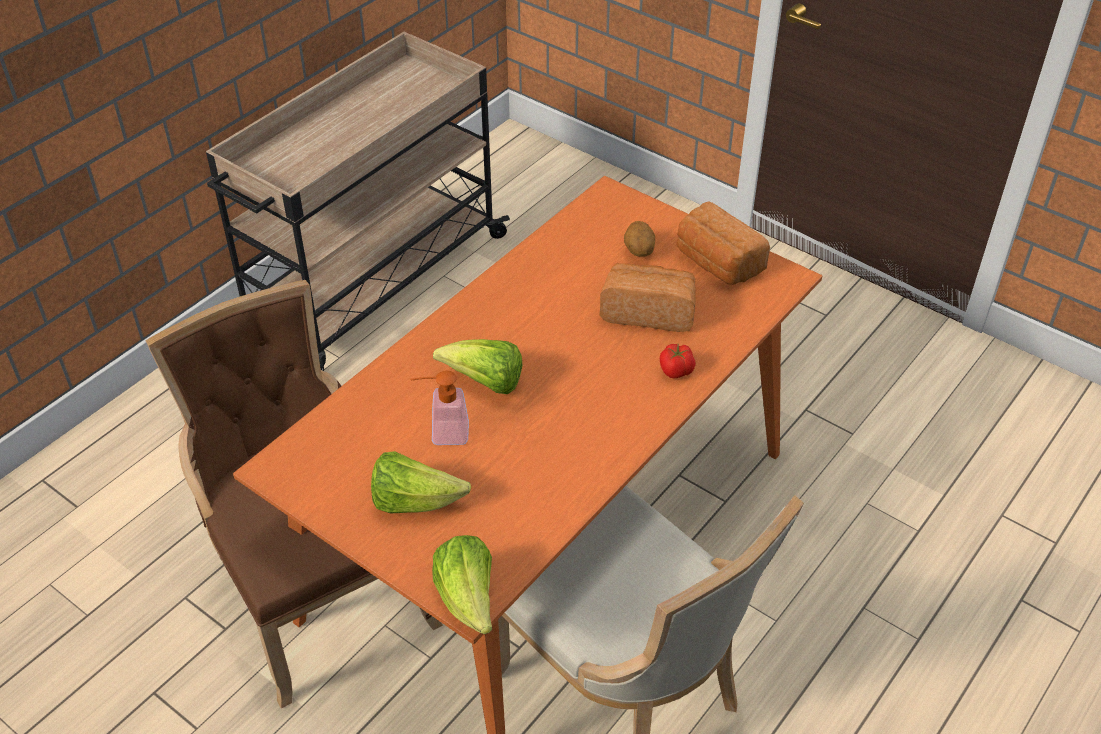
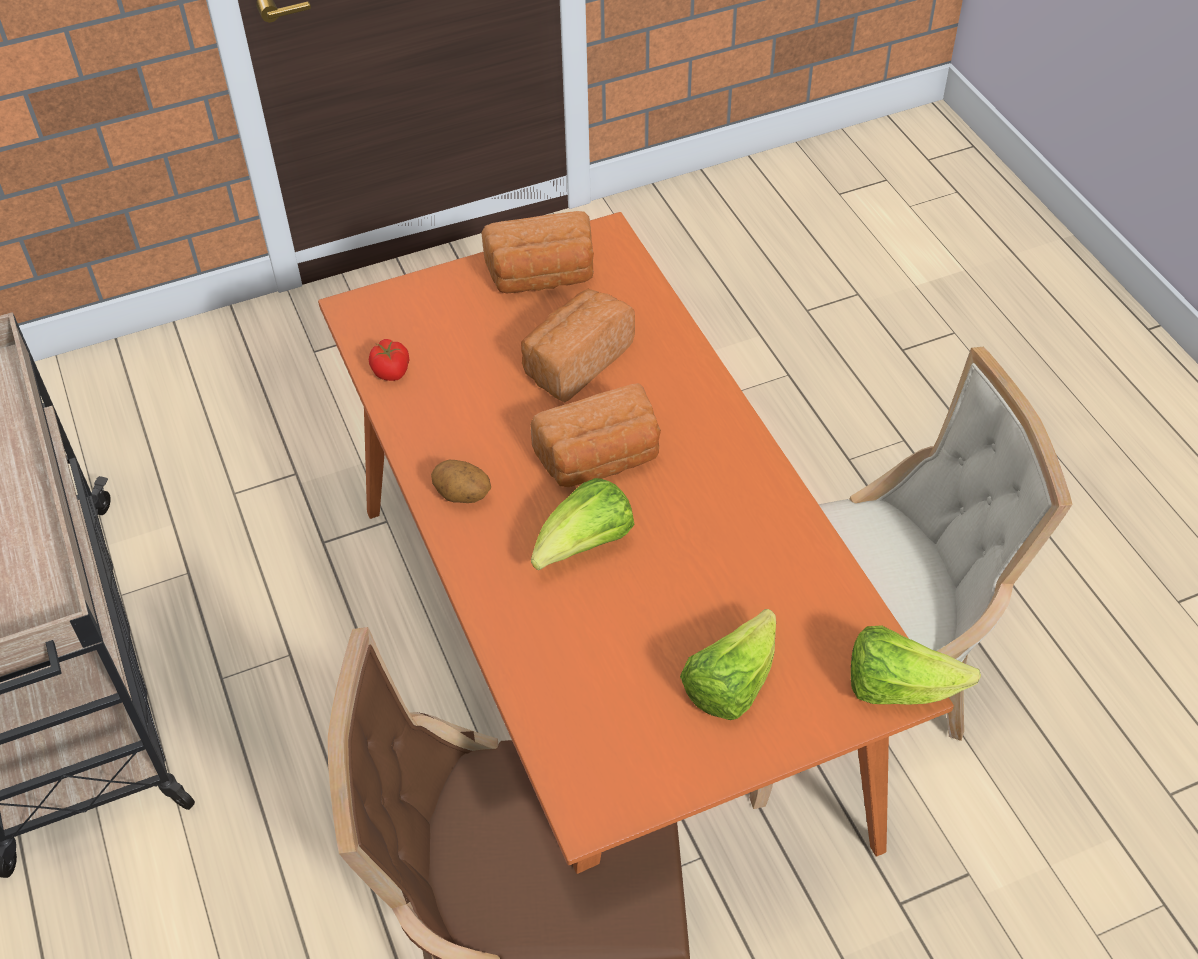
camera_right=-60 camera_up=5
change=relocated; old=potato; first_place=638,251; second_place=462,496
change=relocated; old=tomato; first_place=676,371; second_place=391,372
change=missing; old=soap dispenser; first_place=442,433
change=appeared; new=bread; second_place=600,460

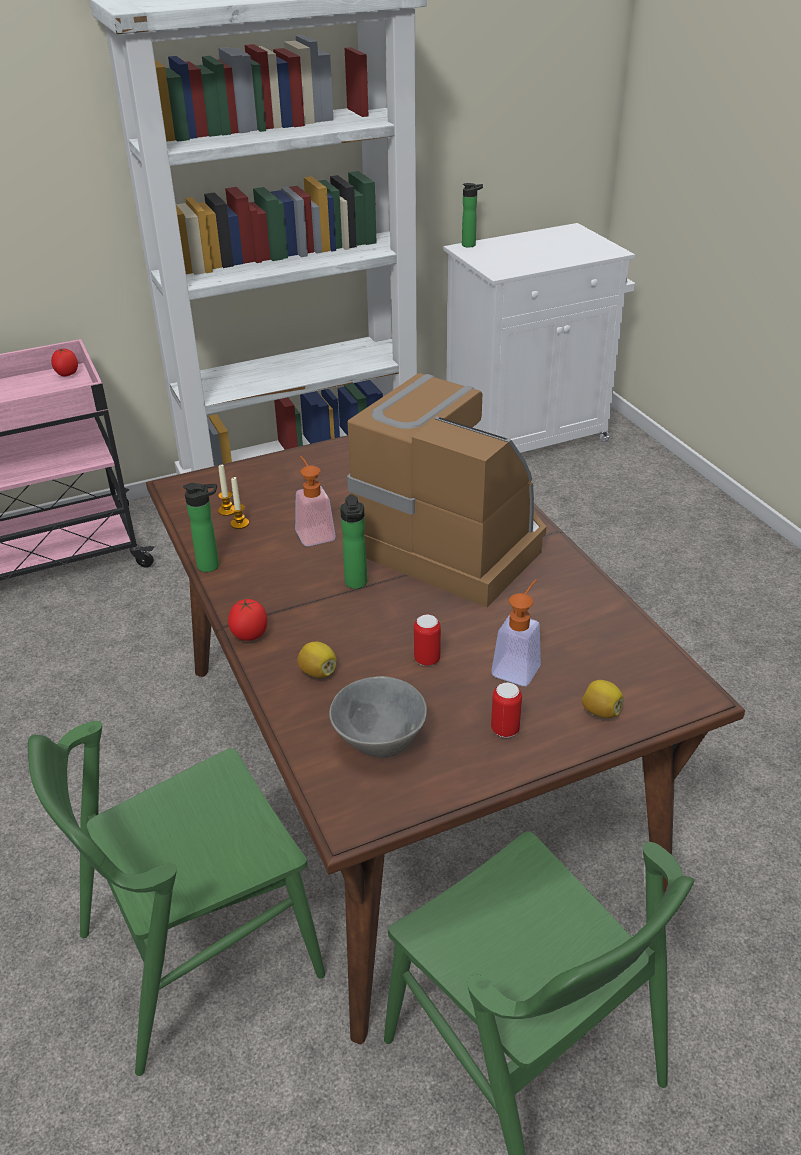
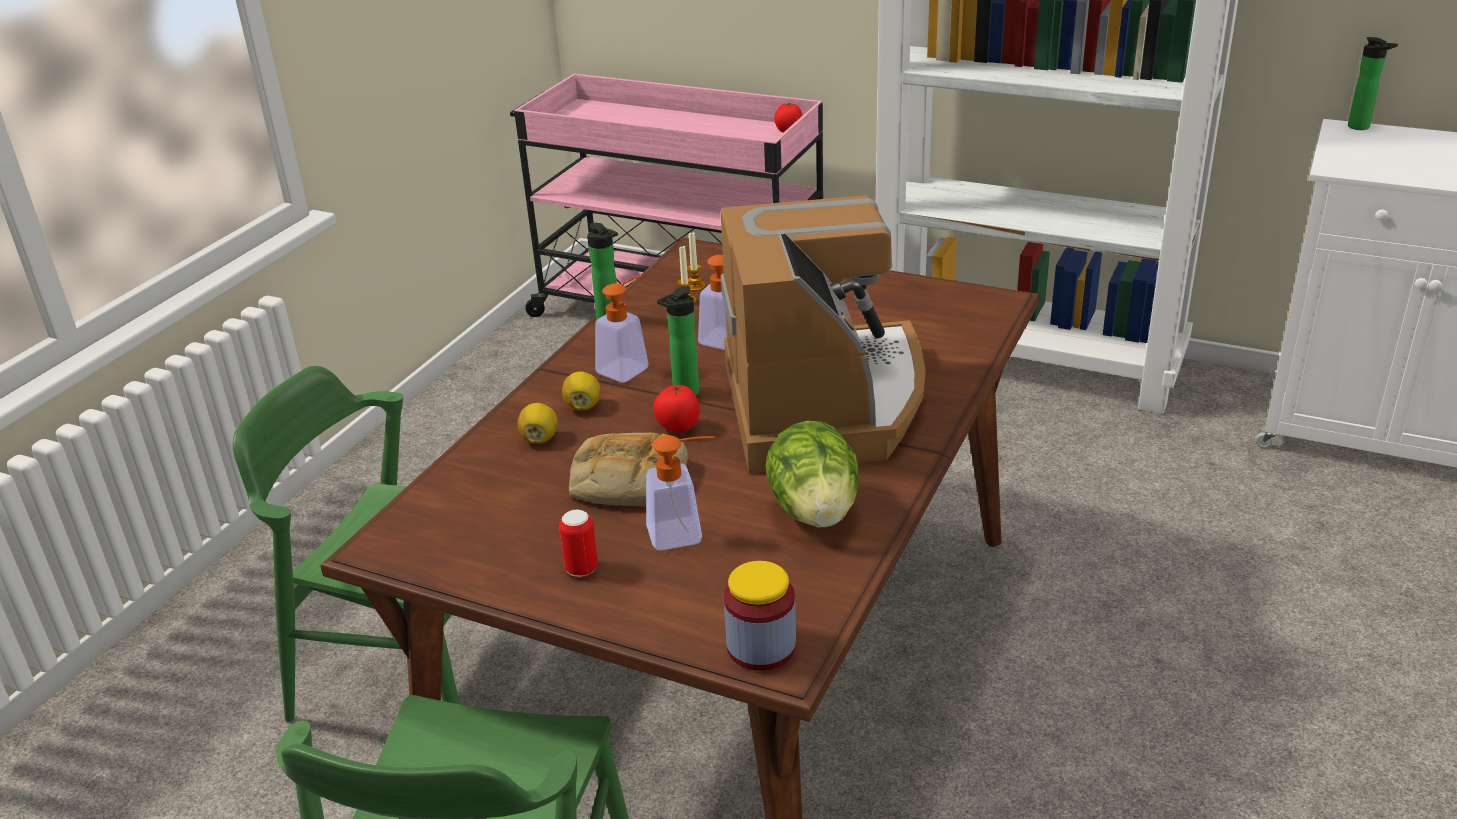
camera_right=50 camera_up=-5
change=relocated; old=tomato; first_place=249,636; second_place=678,428
change=exchanged; old=can; new=bread; first_place=427,659; second_place=626,481
change=missing; old=grey bowl; first_place=380,739
change=relocated; old=lemon; first_place=600,711; second_place=583,406
change=appeared; new=soap dispenser; second_place=628,367
change=appeared; new=lettuce; second_place=815,511
change=appeared; new=jar; second_place=761,647

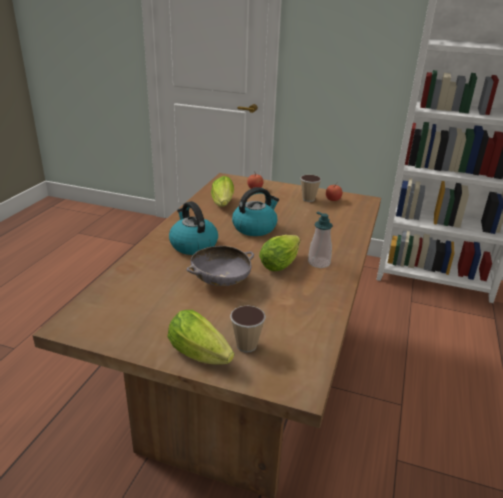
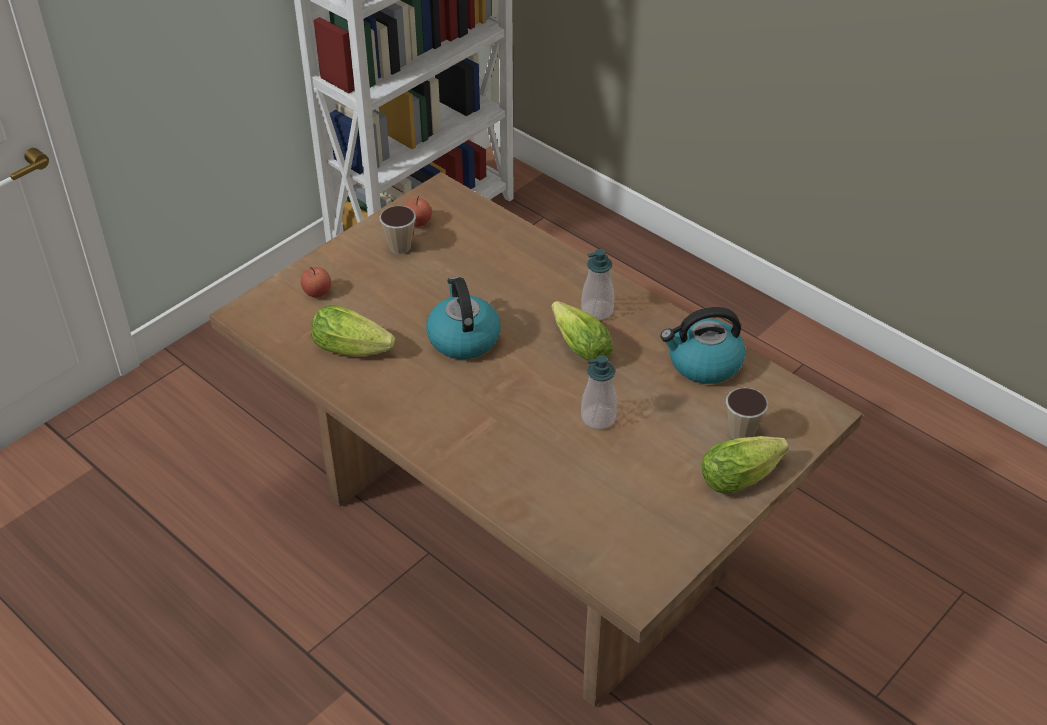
camera_right=-65 camera_up=15
change=relocated; old=kettle; first_place=193,245; second_place=703,363
change=exchanged; old=grey bowl; new=soap dispenser; first_place=221,281; second_place=598,418

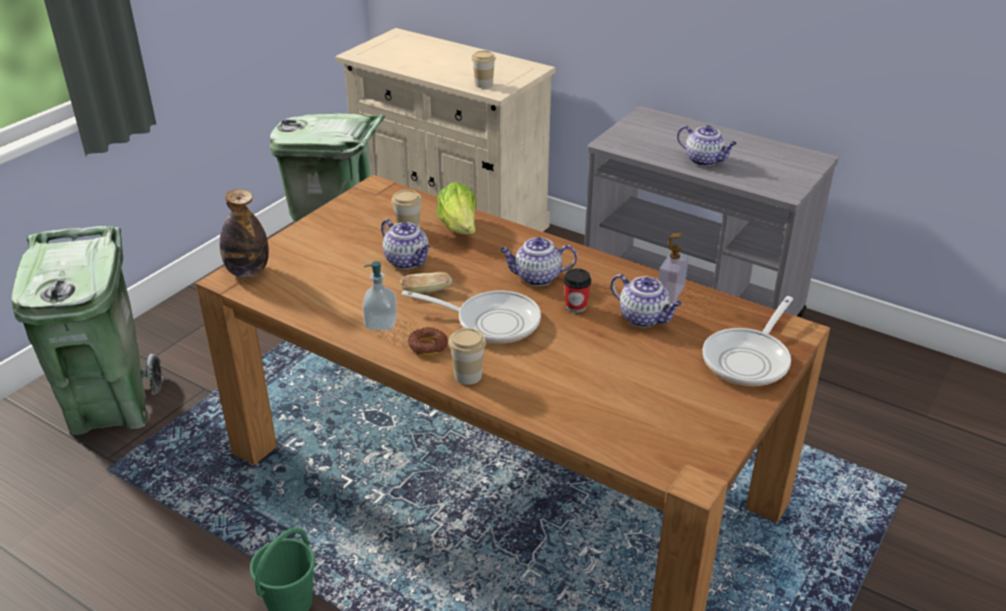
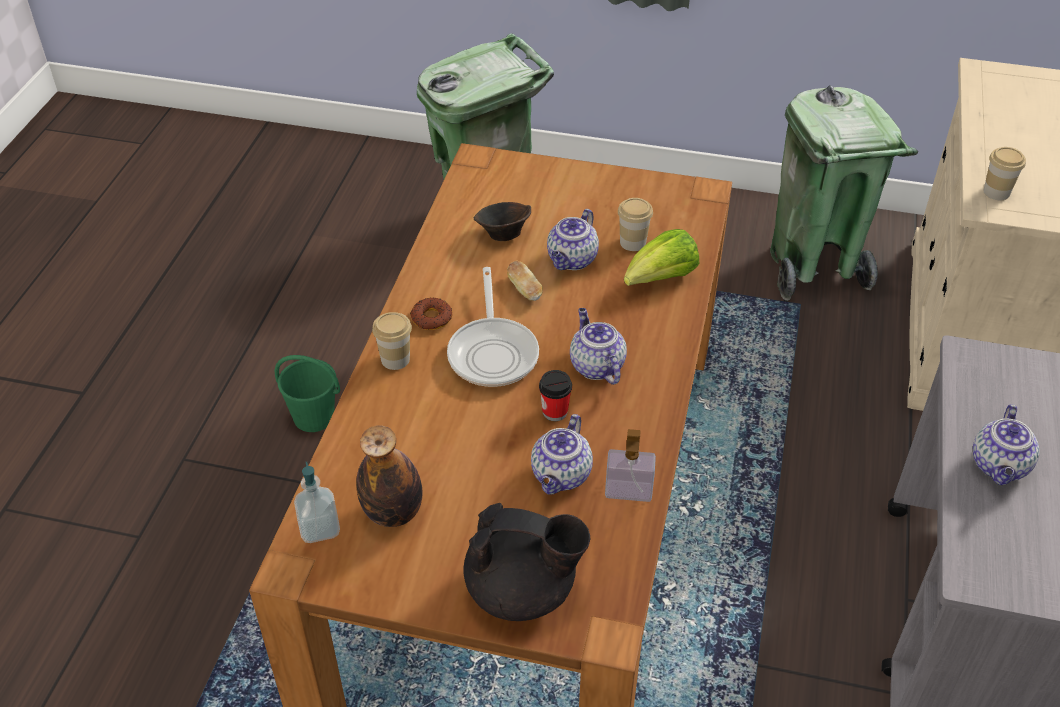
camera_right=70 camera_up=10
change=relocated; old=bottle; first_place=248,272; second_place=393,512
change=relocated; old=soap dispenser; first_place=381,323; second_place=319,528
change=exchanged; old=frying pan; new=black teapot; first_place=749,359; second_place=522,590
change=appeared; new=brown bowl; second_place=502,234

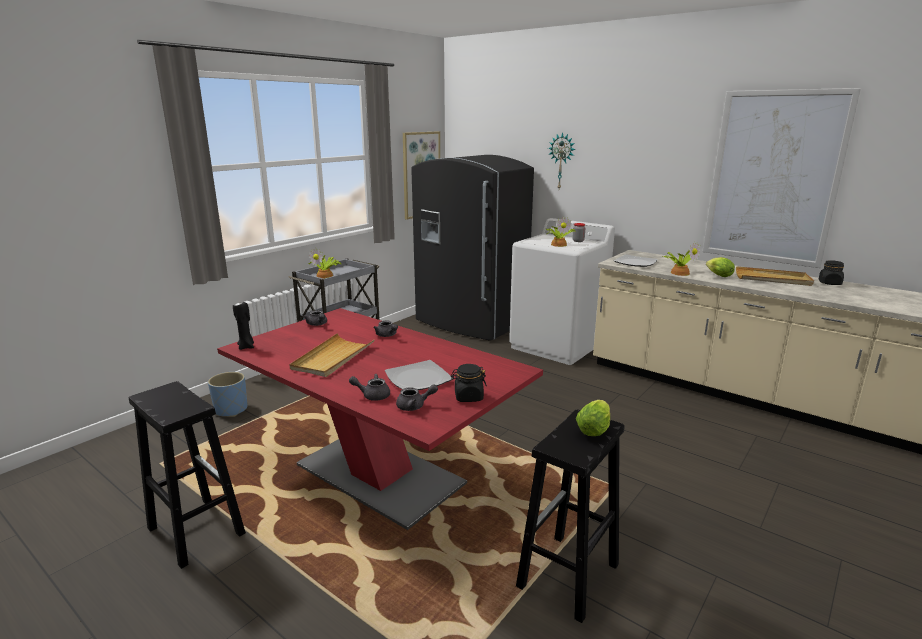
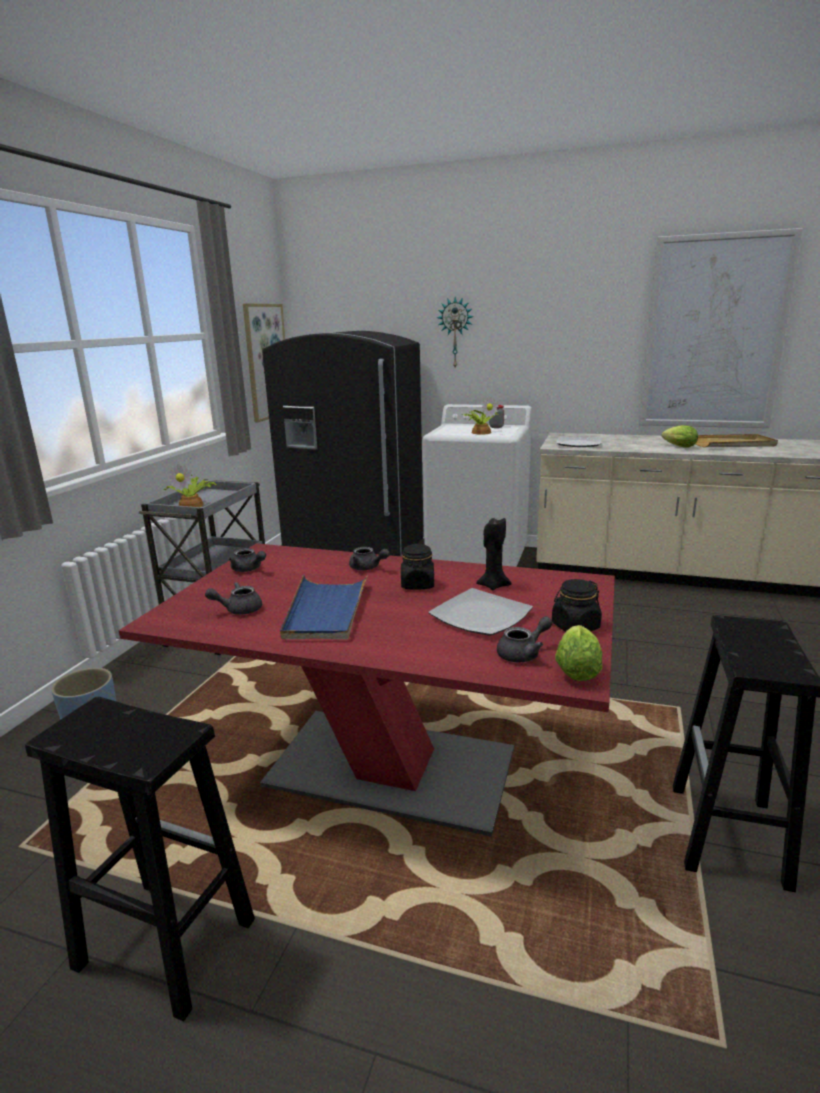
camera_right=-20 camera_up=0
change=missing; old=potted plant; first_place=679,272
change=relocated; old=black jar; first_place=829,283; second_place=417,585
change=relocated; old=black candle; first_place=246,347; second_place=493,585
change=colour; old=beige tray; new=blue tray; first_place=333,358; second_place=326,611
change=relocated; old=grey teapot; first_place=372,395; second_place=238,610
change=relocated; old=lettuce; first_place=594,429; second_place=577,668

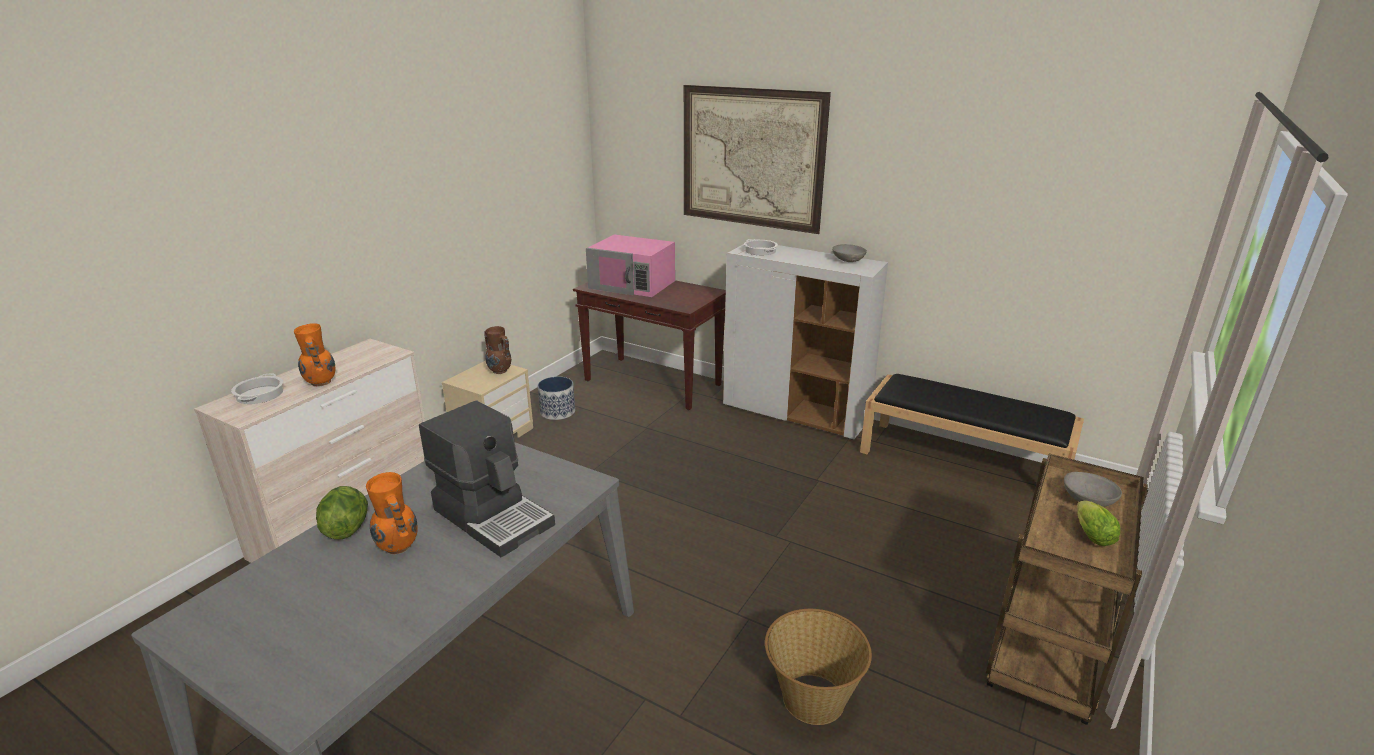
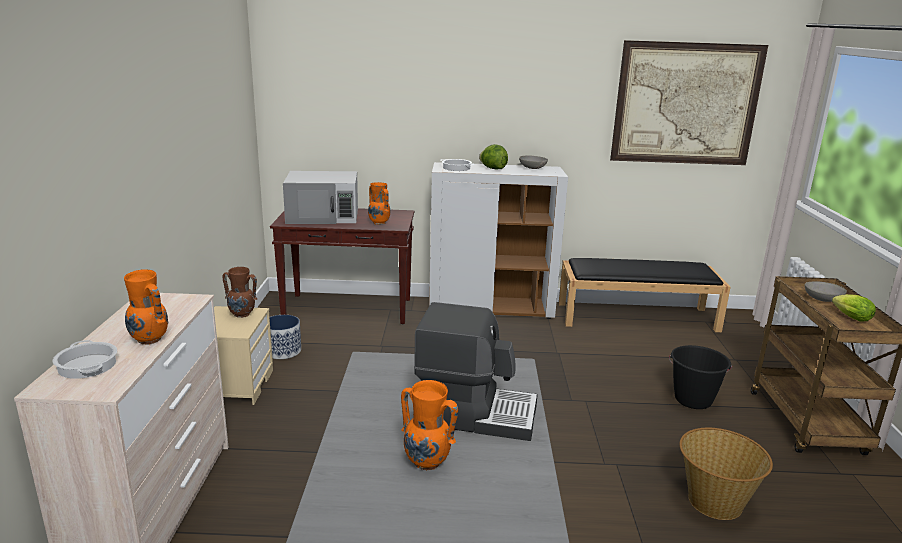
camera_right=-30 camera_up=-5
change=relocated; old=picture; first_place=751,158; second_place=686,104
change=colour; old=pink microwave; new=white microwave; first_place=632,284; second_place=323,215
change=relocated; old=lettuce; first_place=347,528; second_place=493,168
change=appeared; new=orange vase; second_place=379,223
change=appeared; new=black bucket; second_place=693,400

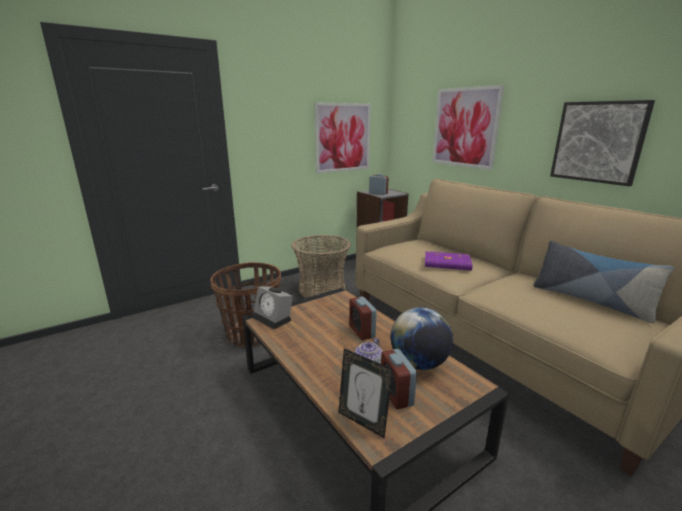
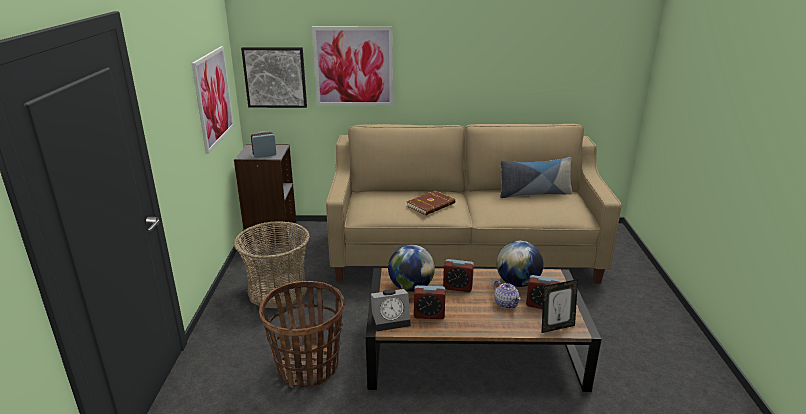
camera_right=-55 camera_up=5
change=relocated; old=picture; first_place=598,142; second_place=275,77
change=colour; old=purple book; new=brown book; first_place=447,263; second_place=431,205
change=appeared; new=globe; second_place=411,287
change=appeared; new=alarm clock; second_place=429,314

